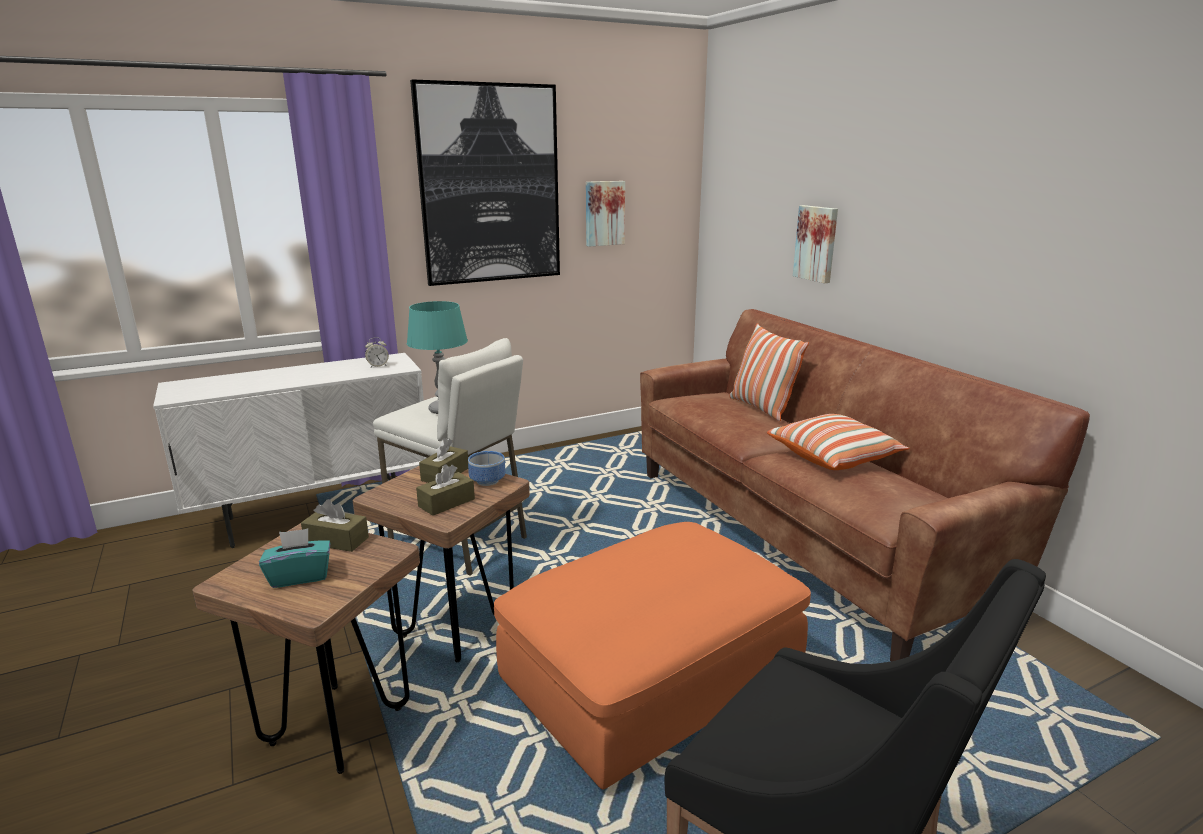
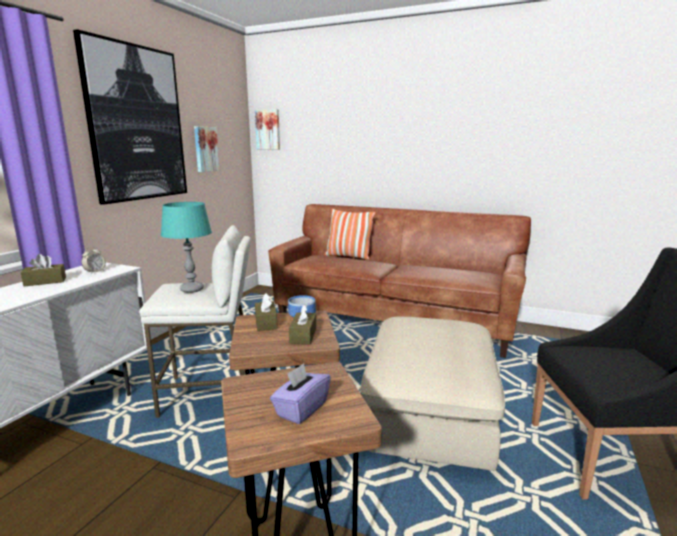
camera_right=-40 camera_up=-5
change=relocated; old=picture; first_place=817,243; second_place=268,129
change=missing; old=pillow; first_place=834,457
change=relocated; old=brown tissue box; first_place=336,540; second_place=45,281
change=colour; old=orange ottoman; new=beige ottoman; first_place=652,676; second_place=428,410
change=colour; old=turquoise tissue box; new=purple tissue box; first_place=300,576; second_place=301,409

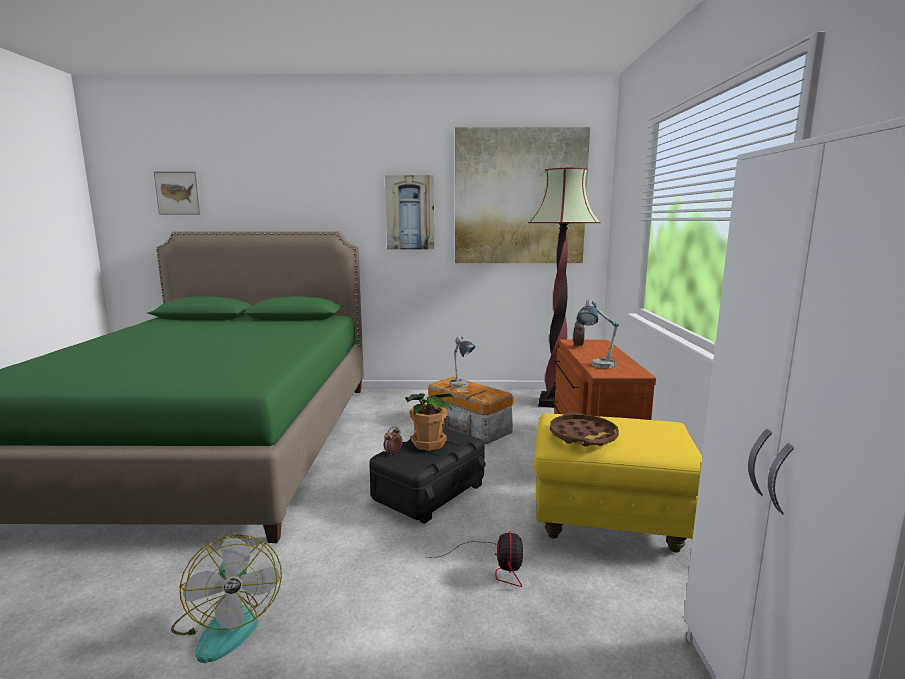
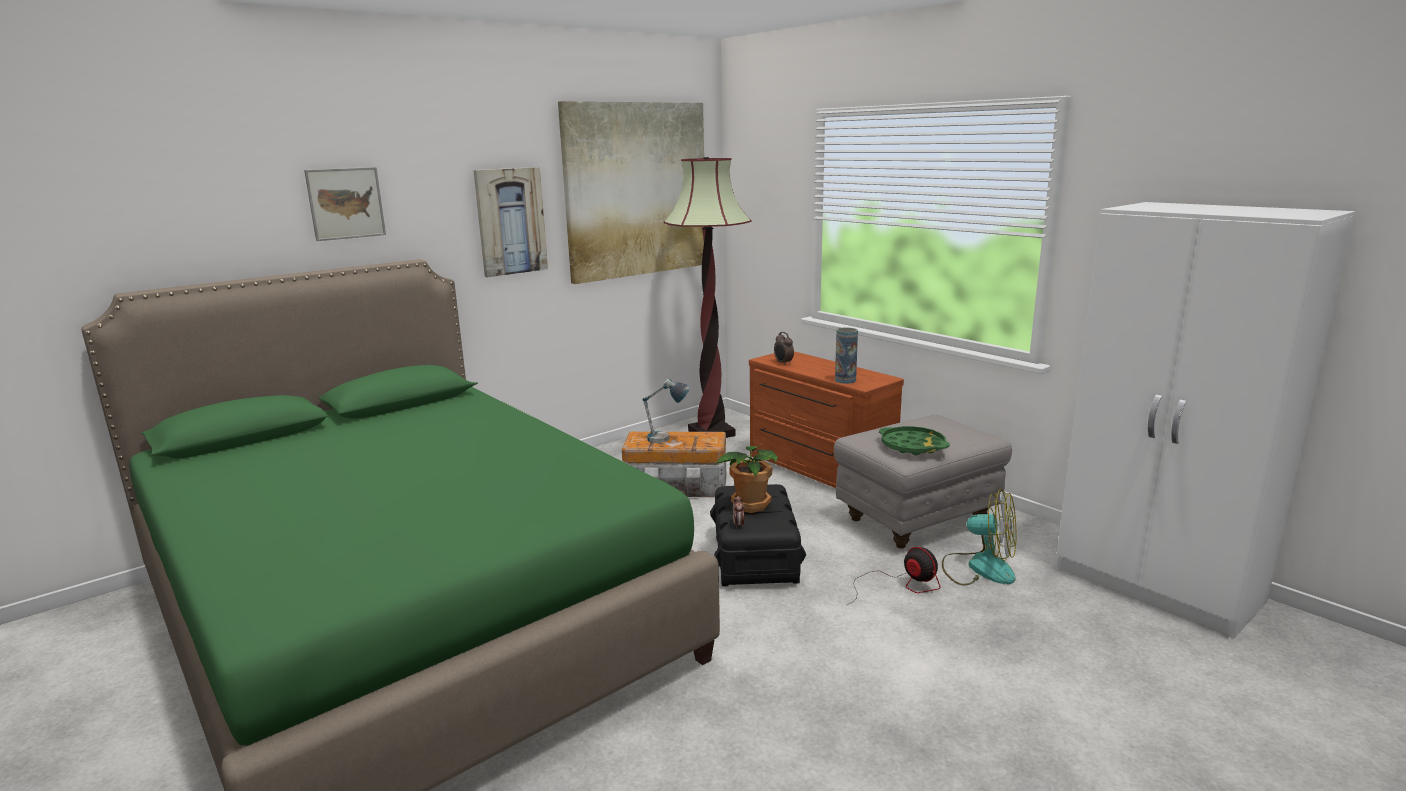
camera_right=-40 camera_up=5
change=relocated; old=picture; first_place=178,193; second_place=346,203
change=exchanged; old=table lamp; new=vase; first_place=596,366; second_place=845,380
change=colour; old=brown tray; new=green tray; first_place=583,436; second_place=912,446
change=colour; old=yellow ottoman; new=grey ottoman; first_place=608,523; second_place=917,521
change=relocated; old=fan; first_place=227,624; second_place=979,568

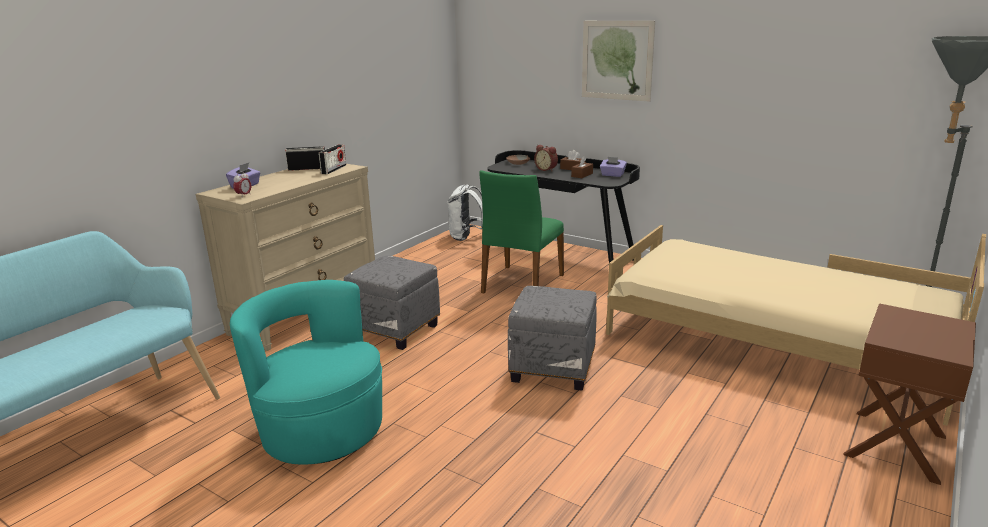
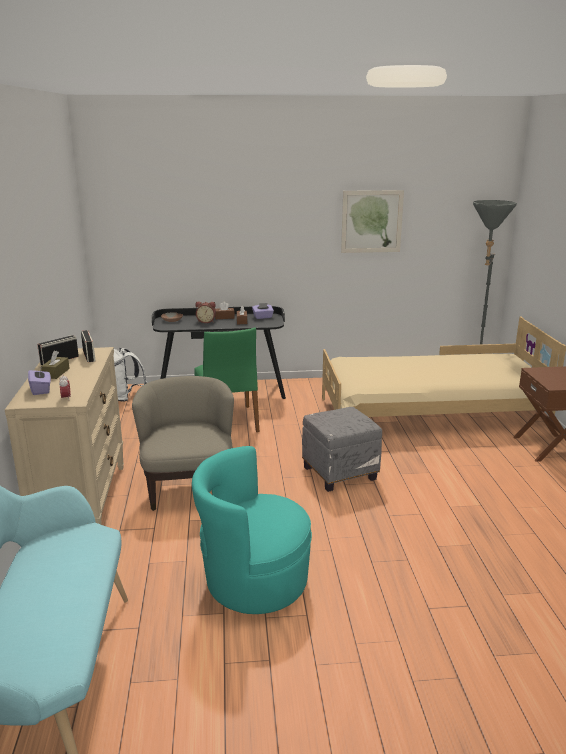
camera_right=-40 camera_up=0
change=relocated; old=picture; first_place=617,60; second_place=372,221
change=exchanged; old=grey ottoman; new=beige armchair; first_place=396,330; second_place=189,488
change=appeared; new=brown tissue box; second_place=56,373

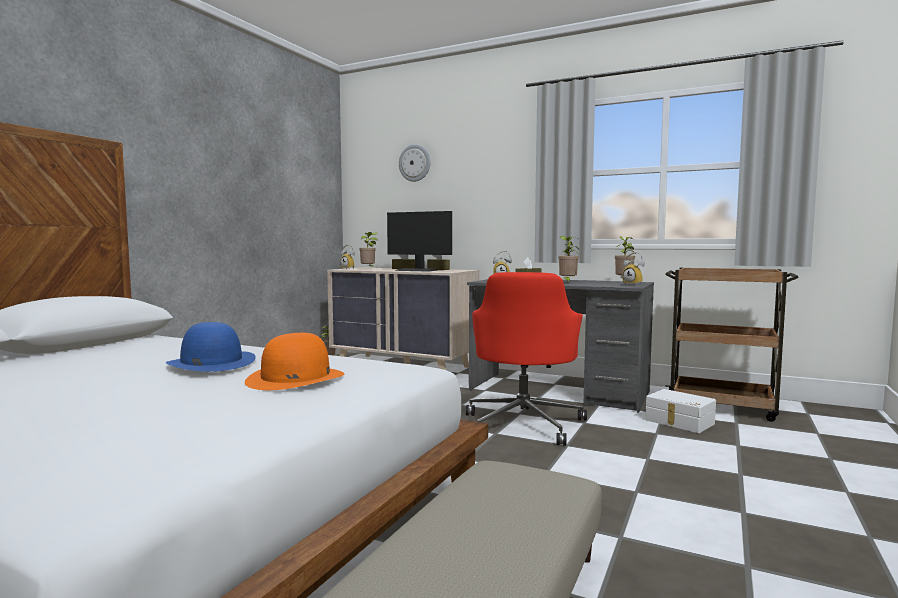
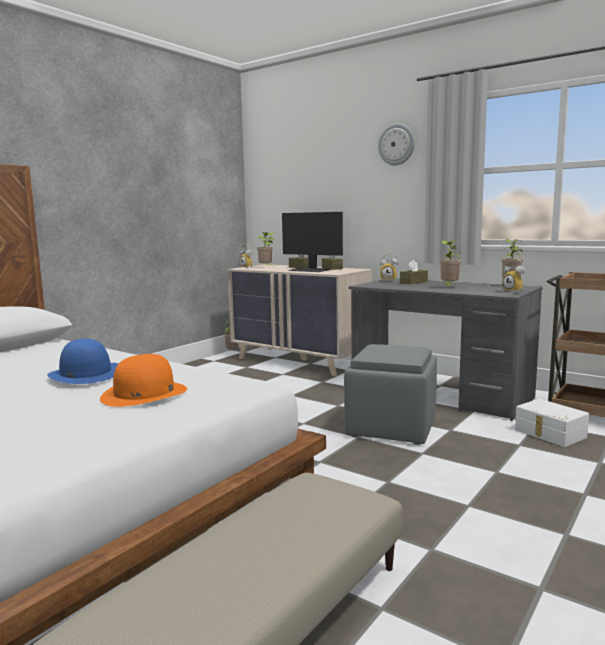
camera_right=10 camera_up=5
change=relocated; old=wall clock; first_place=415,163; second_place=396,144
change=exchanged; old=red office chair; new=grey ottoman; first_place=524,423; second_place=390,428

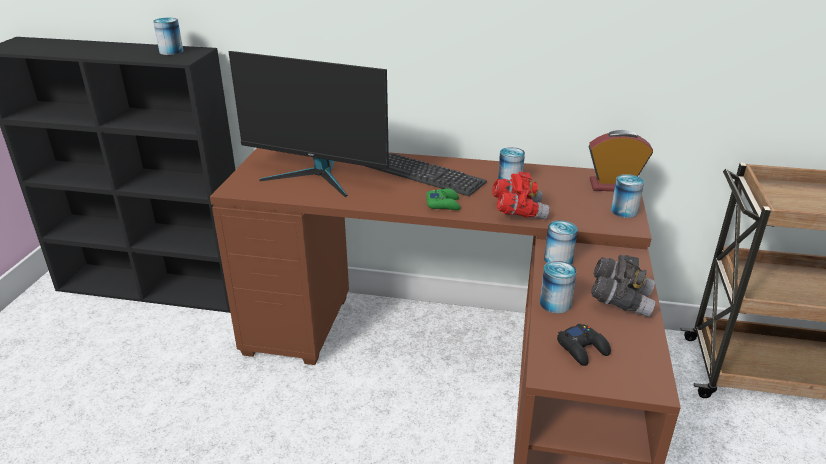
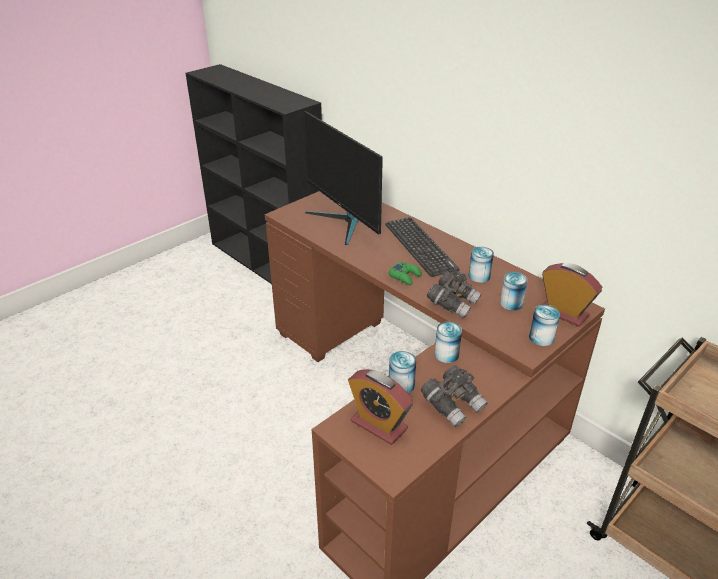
camera_right=35 camera_up=5
change=relocated; old=can; first_place=171,51; second_place=511,303
change=colour; old=red binoculars; new=grey binoculars; first_place=518,211; second_place=453,303
change=exchanged; old=black game controller; new=alarm clock; first_place=583,349; second_place=379,425

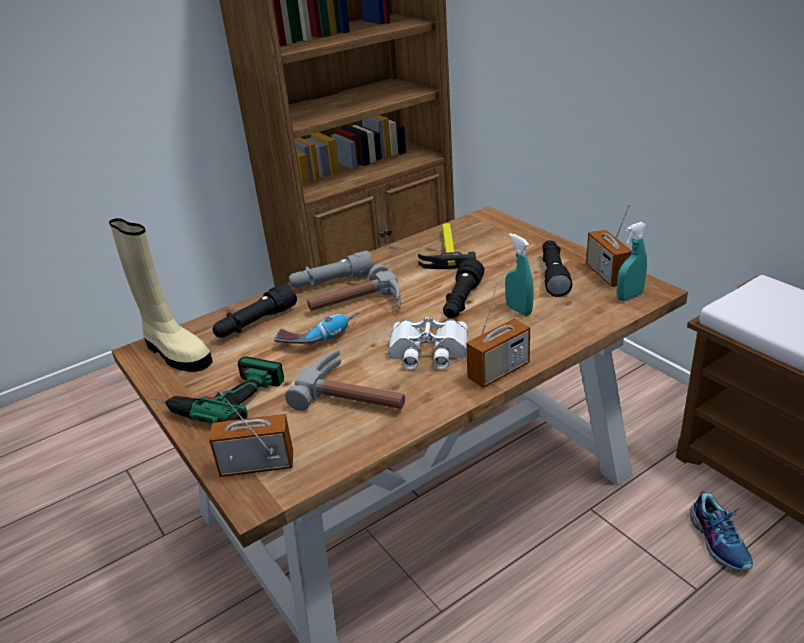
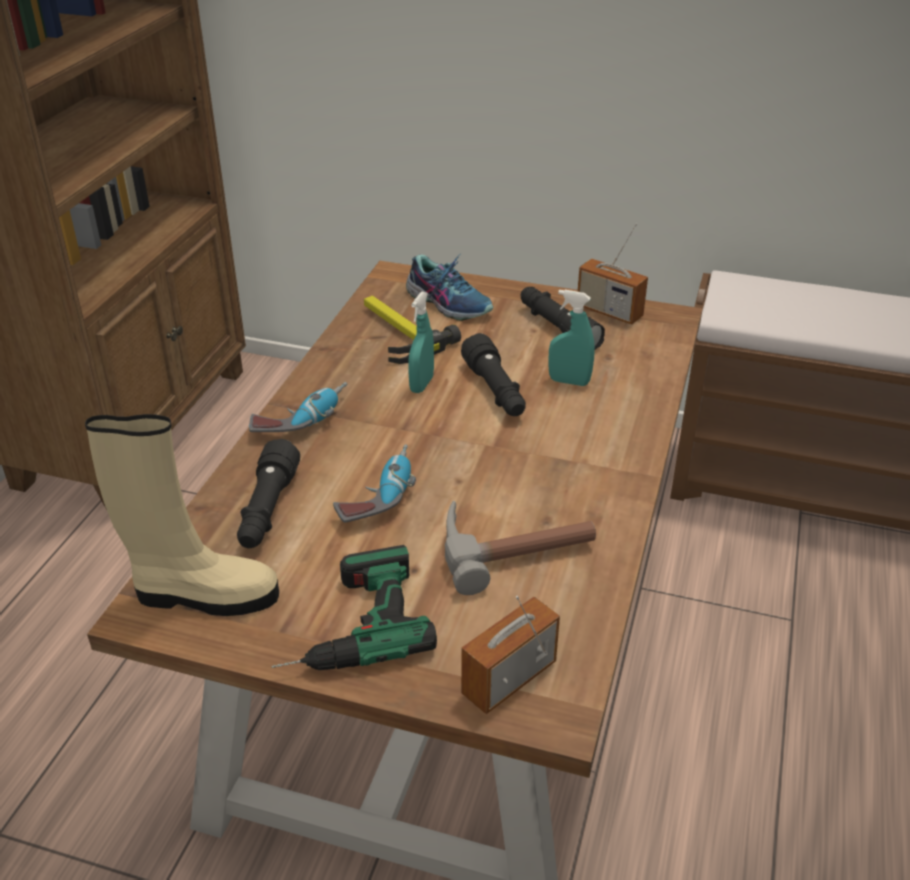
camera_right=-40 camera_up=5
change=relocated; old=turquoise spray bottle; first_place=629,296; second_place=421,384
change=exchanged; old=grey flashlight; new=power drill; first_place=332,282; second_place=302,419
change=missing; old=hammer; first_place=358,306
change=missing; old=radio; first_place=499,371
change=missing; old=white binoculars; first_place=427,351
change=relocated; old=shoe; first_place=719,541; second_place=449,303

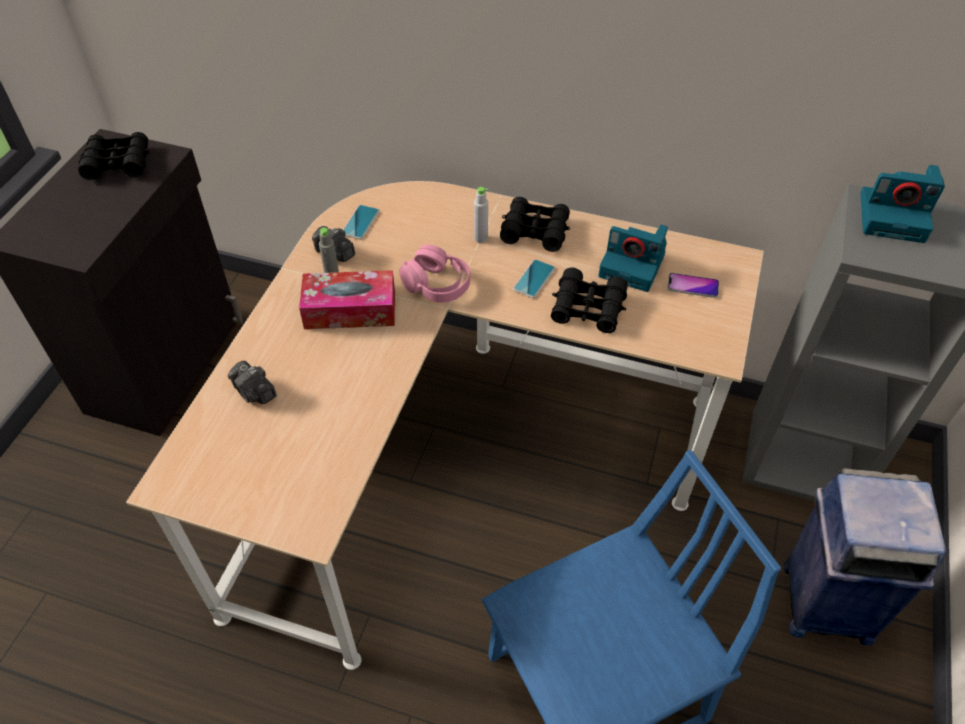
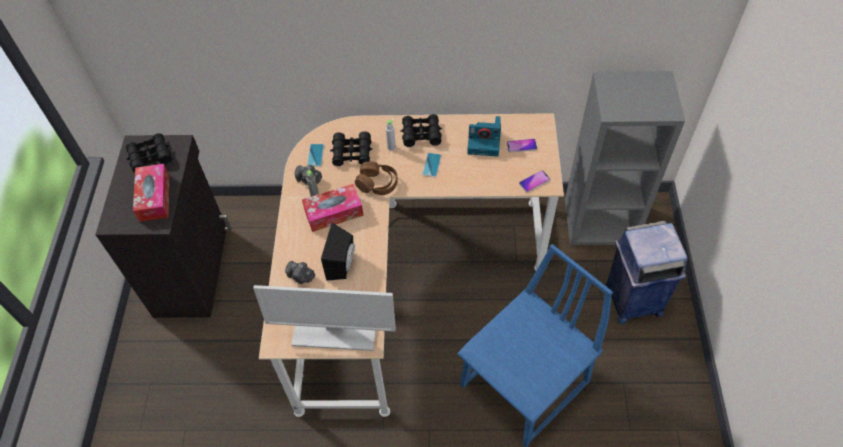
camera_right=-15 camera_up=5
change=missing; old=photo camera; first_place=893,216
change=colour; old=pink headphones; new=brown headphones; first_place=437,284; second_place=377,183
change=relocated; old=black binoculars; first_place=588,308; second_place=352,153
change=appeared; new=tissue box; second_place=154,197
change=appeared; new=phone; second_place=534,181
change=appeared; new=black speaker; second_place=343,264
change=appeared; new=monitor; second_place=334,331

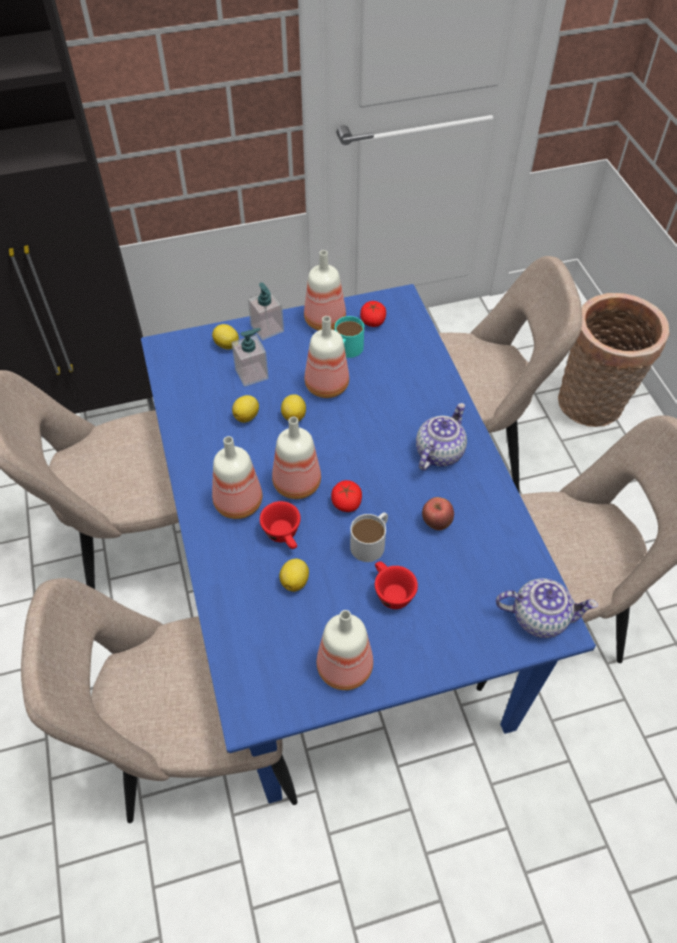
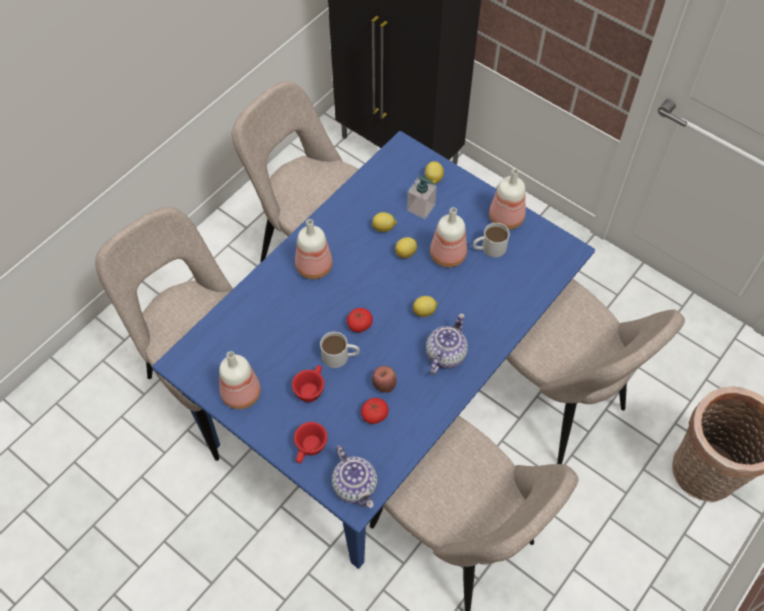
camera_right=55 camera_up=5
change=missing; old=soap dispenser; first_place=267,328
change=relocated; old=tomato; first_place=372,321; second_place=374,414
change=colour; old=turquoise mug; new=white mug; first_place=346,351; second_place=489,248
change=spun; old=teapot; first_place=439,452; second_place=445,354; degrees=-60
change=missing; old=bottle; first_place=296,484
change=relocated; old=red cup; first_place=284,536; second_place=310,449
change=relocated; old=lemon; first_place=295,581; second_place=425,311

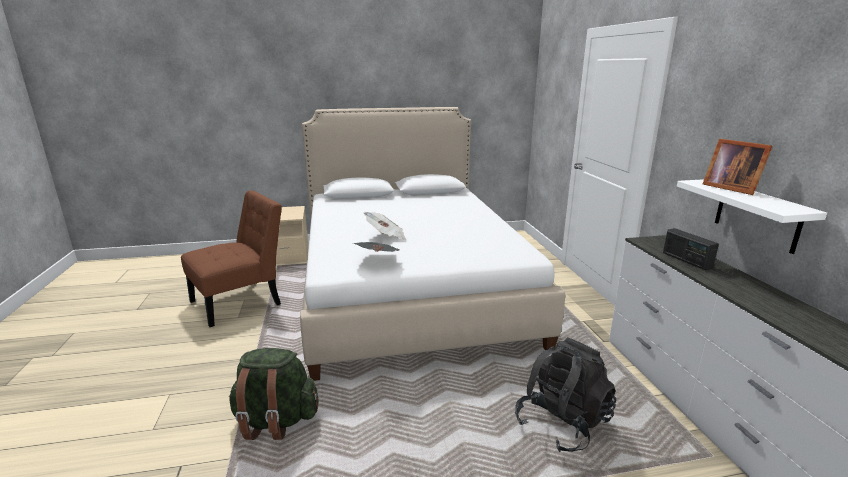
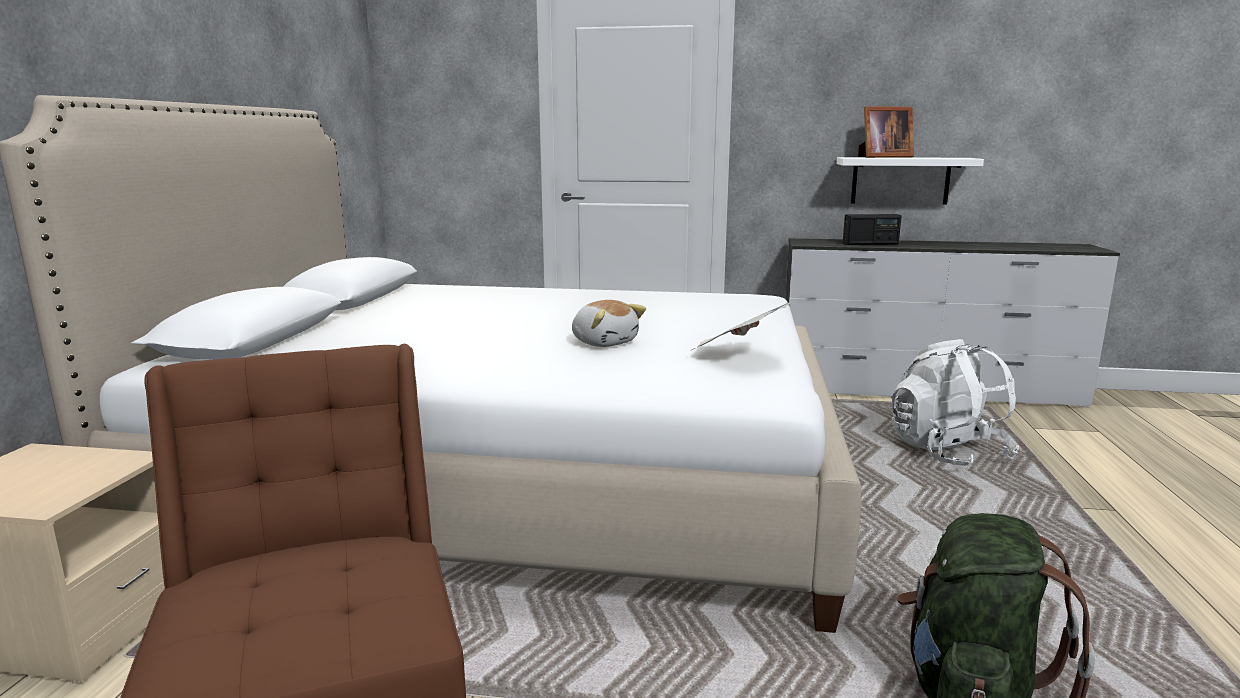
camera_right=-70 camera_up=-5
change=exchanged; old=newspaper; new=plush toy; first_place=386,236; second_place=605,342
change=colour; old=black backpack; new=white backpack; first_place=562,423; second_place=947,452

